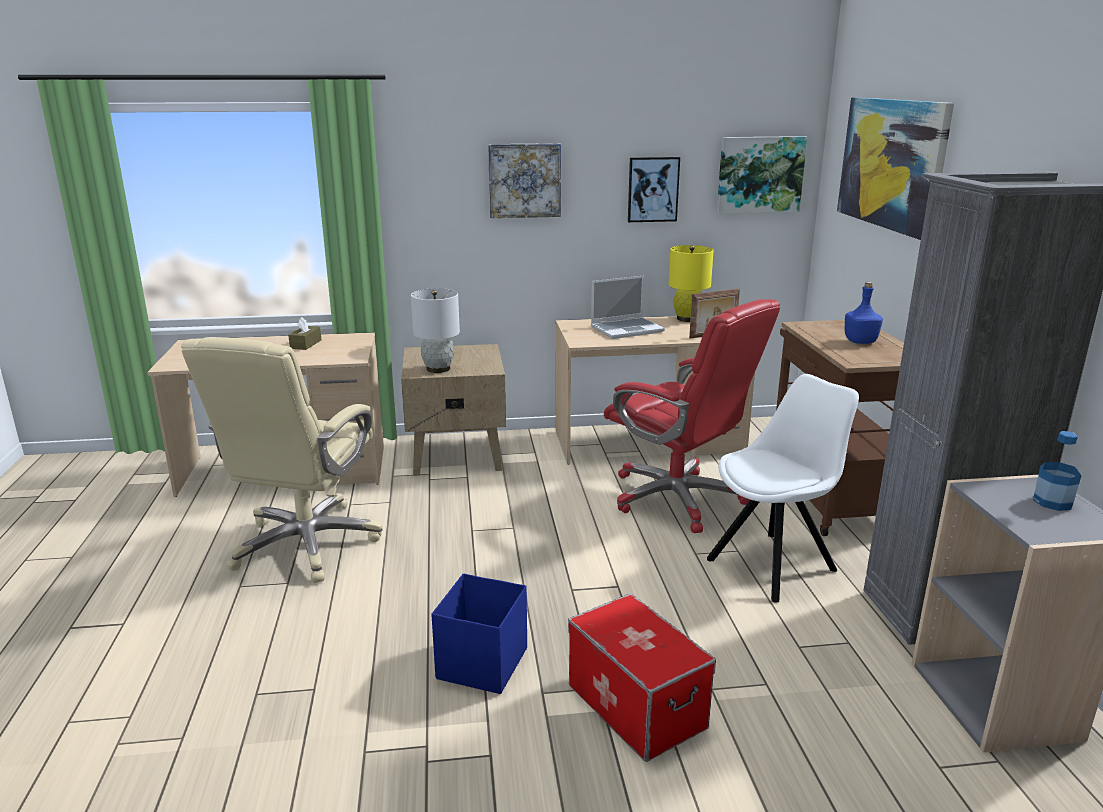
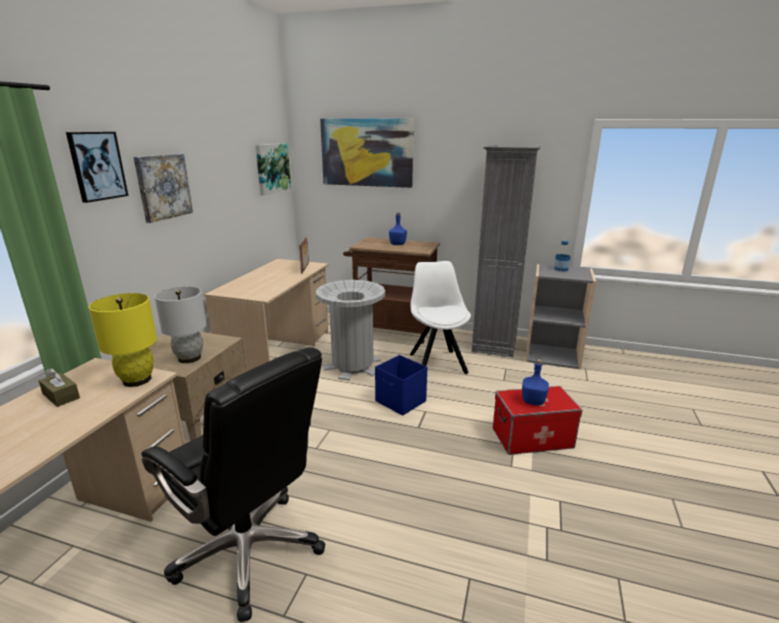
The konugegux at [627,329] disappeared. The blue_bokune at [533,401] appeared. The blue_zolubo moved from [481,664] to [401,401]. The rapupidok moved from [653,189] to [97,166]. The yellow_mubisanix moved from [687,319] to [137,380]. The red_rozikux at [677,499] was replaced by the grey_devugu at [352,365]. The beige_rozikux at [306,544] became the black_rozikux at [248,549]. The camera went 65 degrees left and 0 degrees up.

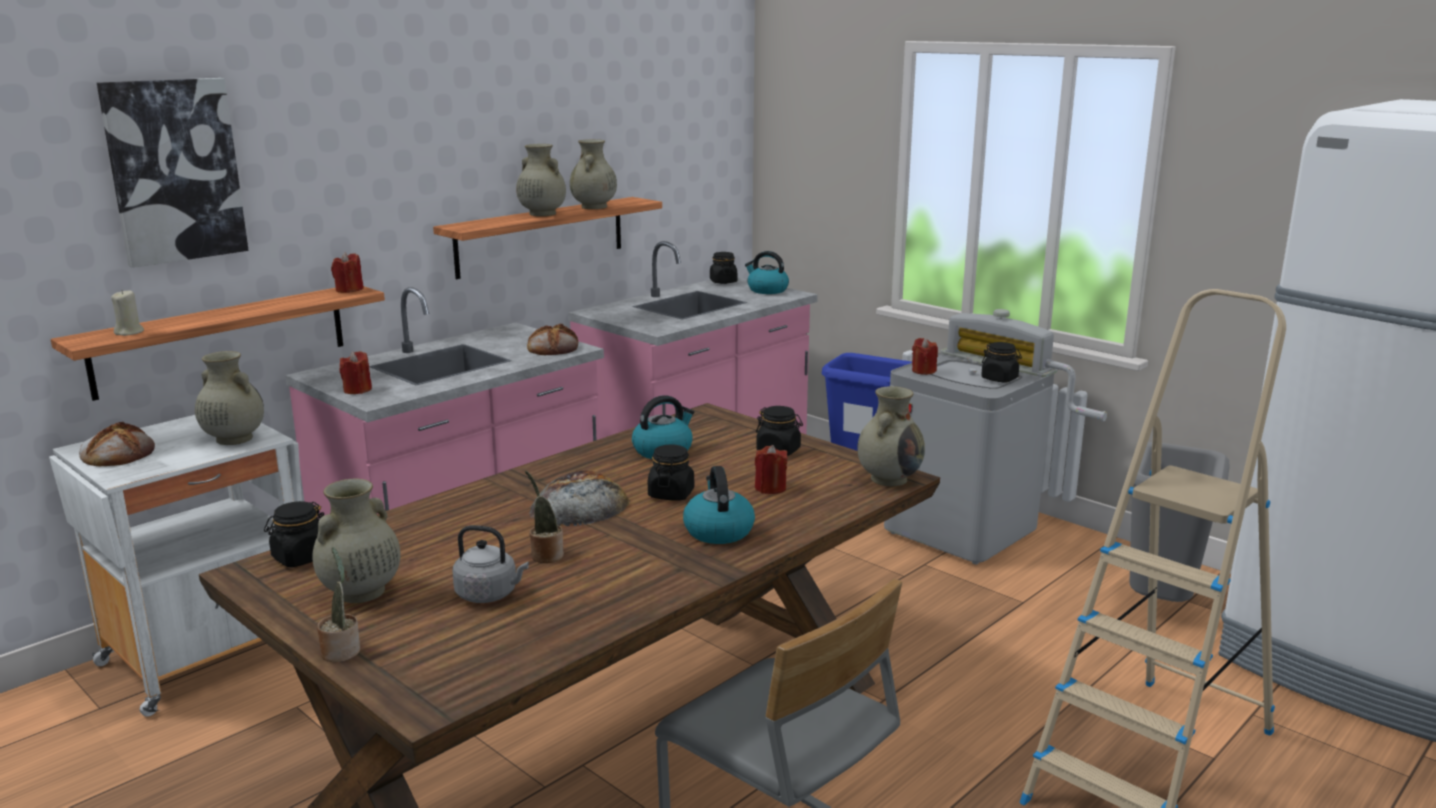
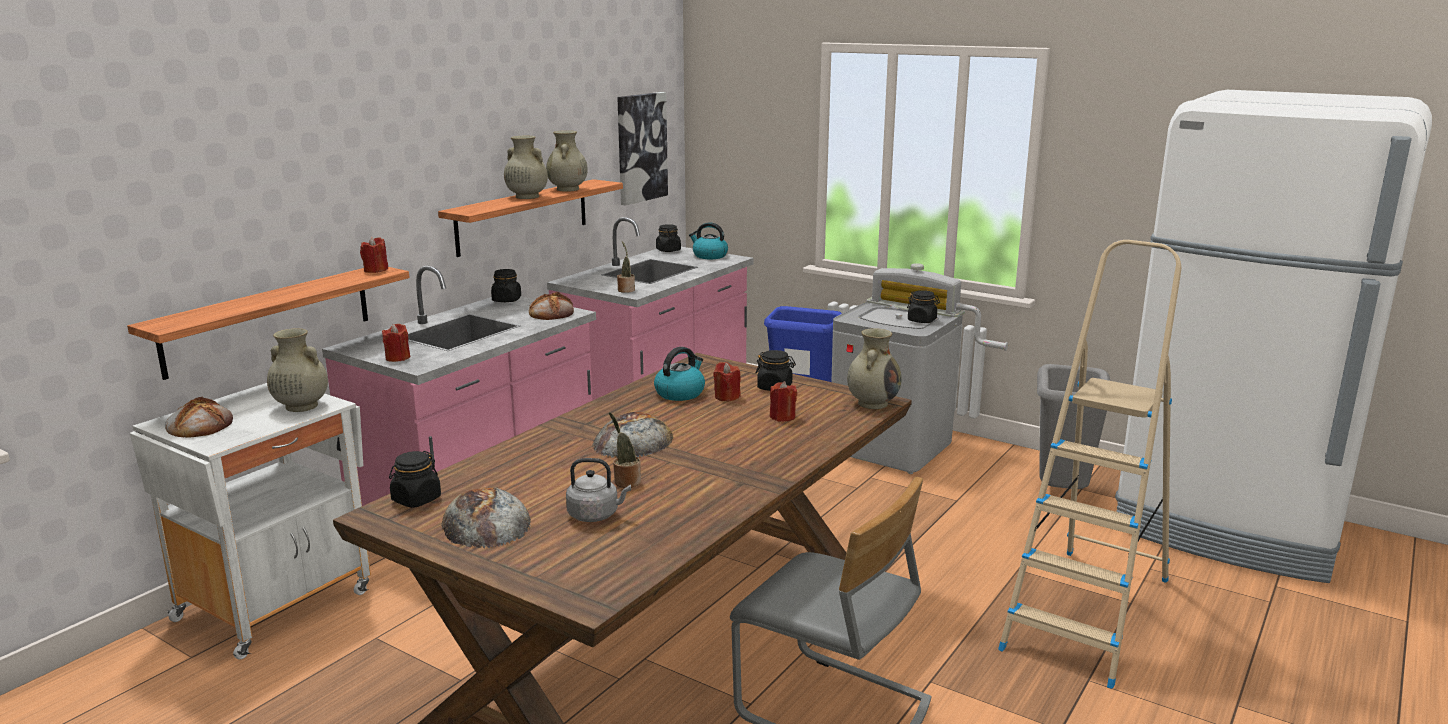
The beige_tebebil at [129,332] disappeared. The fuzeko at [718,531] disappeared. The rapupidok moved from [174,171] to [641,147]. The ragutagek moved from [341,650] to [626,290]. The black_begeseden moved from [671,494] to [506,300]. The red_tebebil moved from [923,371] to [726,397]. The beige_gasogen at [360,593] was replaced by the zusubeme at [485,523]. The camera went 10 degrees left and 0 degrees up.

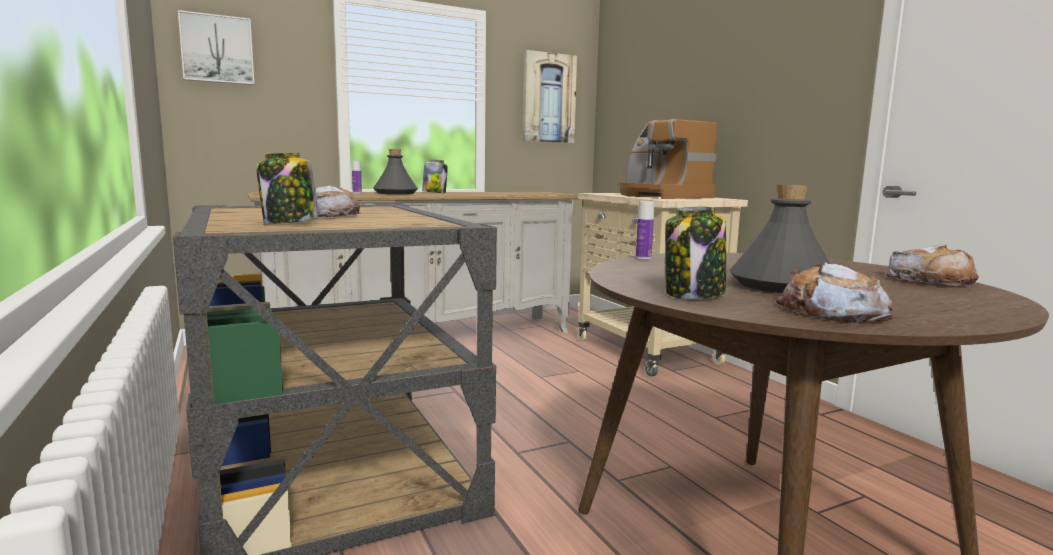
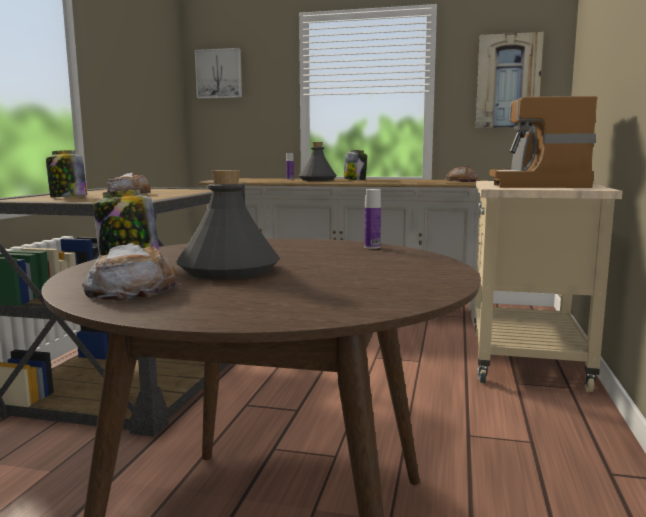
The bokune moved from [643,257] to [372,247]. The zusubeme moved from [929,280] to [462,181]. The camera went 40 degrees right and 0 degrees up.

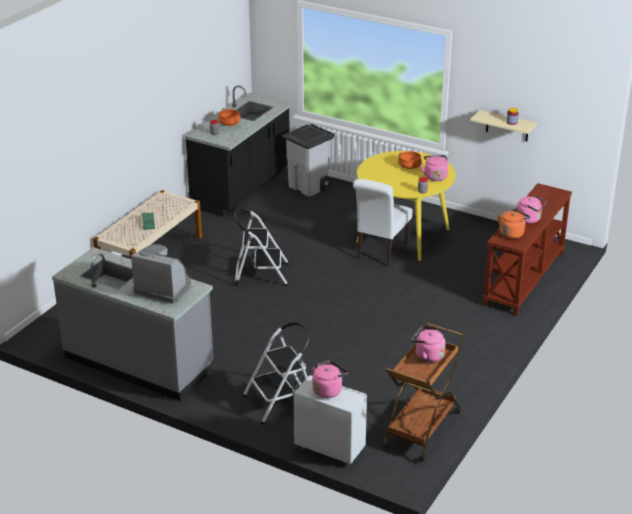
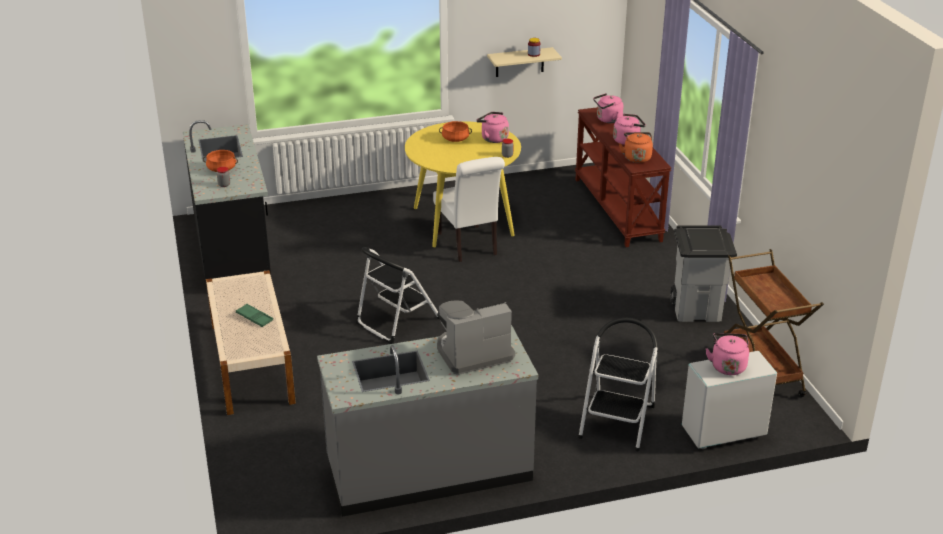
The grey_devugu moved from [309,187] to [697,310]. The pink_fuzeko moved from [427,355] to [607,120]. The camera went 45 degrees left and 0 degrees up.

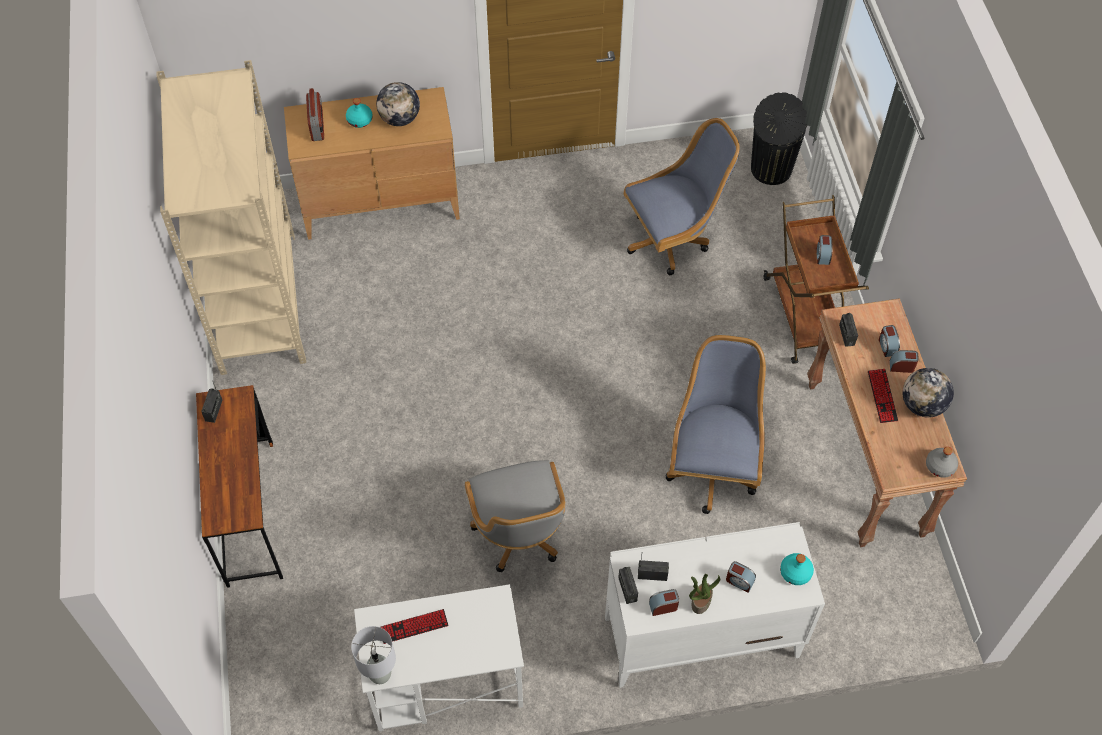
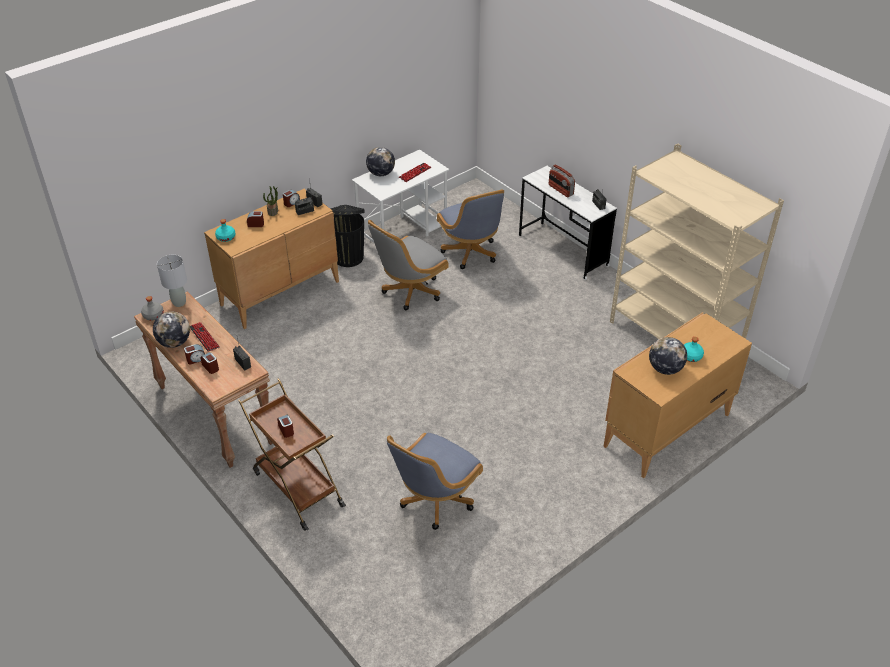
The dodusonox at [381,173] appeared. The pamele moved from [317,125] to [560,190]. The grey_mubisanix moved from [380,675] to [179,303]. The blue_rozikux moved from [712,466] to [472,255]. The black_devugu moved from [770,170] to [348,257]. The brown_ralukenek at [250,513] became the white_ralukenek at [563,250]. The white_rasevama at [700,637] became the brown_rasevama at [280,293]. The grey_rozikux at [521,540] turned 90 degrees counterclockwise. The camera went 150 degrees right and 15 degrees down.

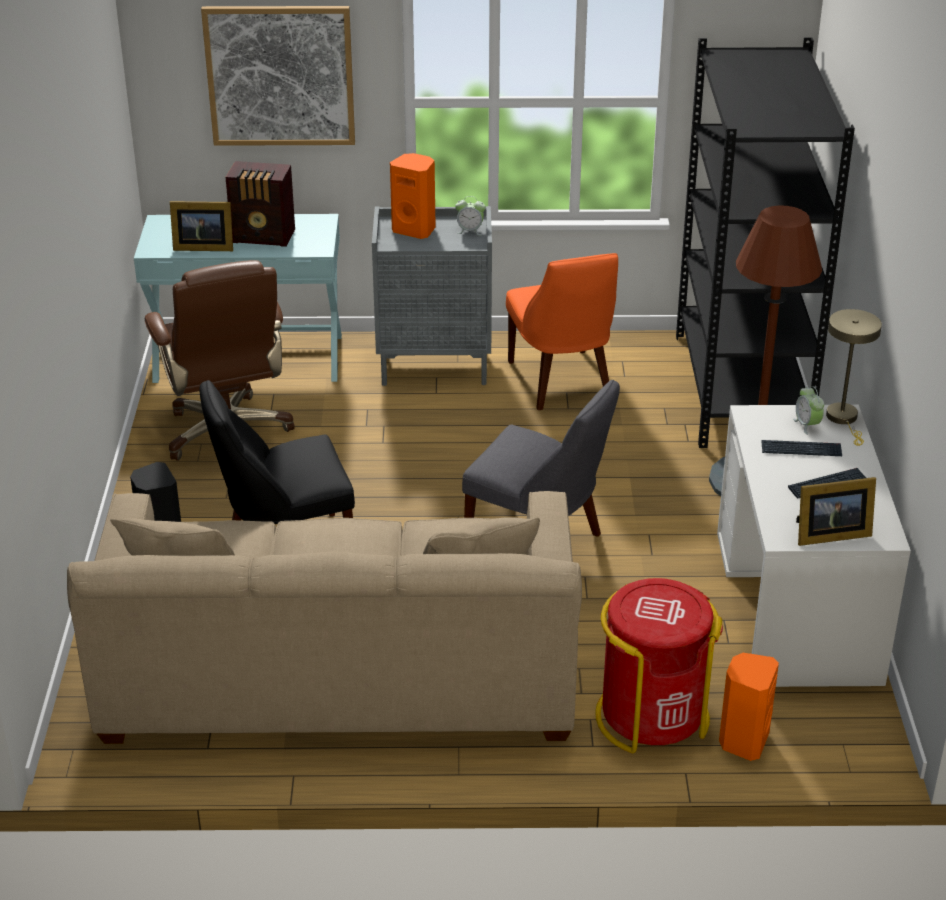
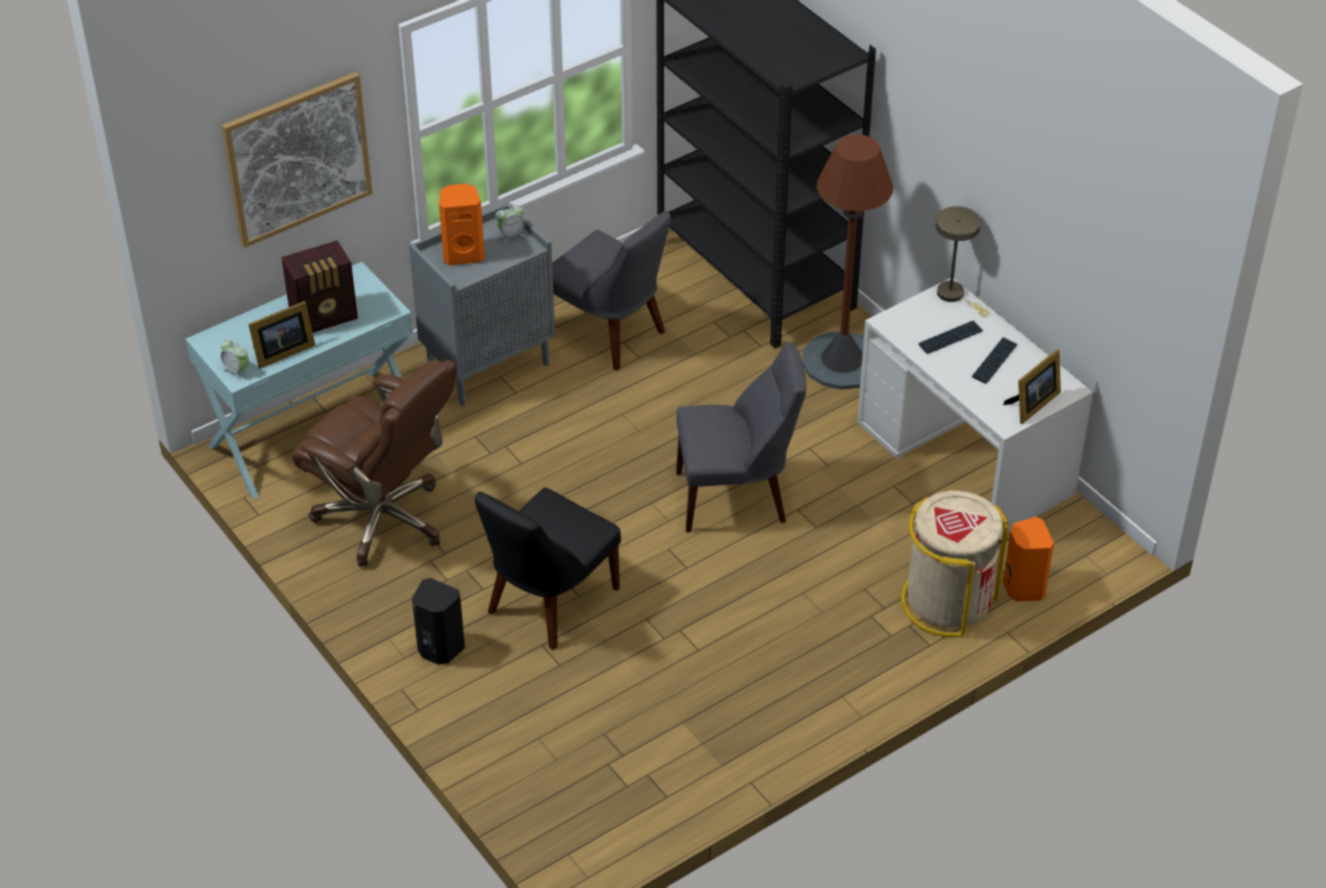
The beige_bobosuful at [339,671] disappeared. The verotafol moved from [807,425] to [236,371]. The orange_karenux at [561,383] became the grey_karenux at [610,334]. The red_devugu at [651,716] became the beige_devugu at [947,601]. The camera went 35 degrees left and 10 degrees up.

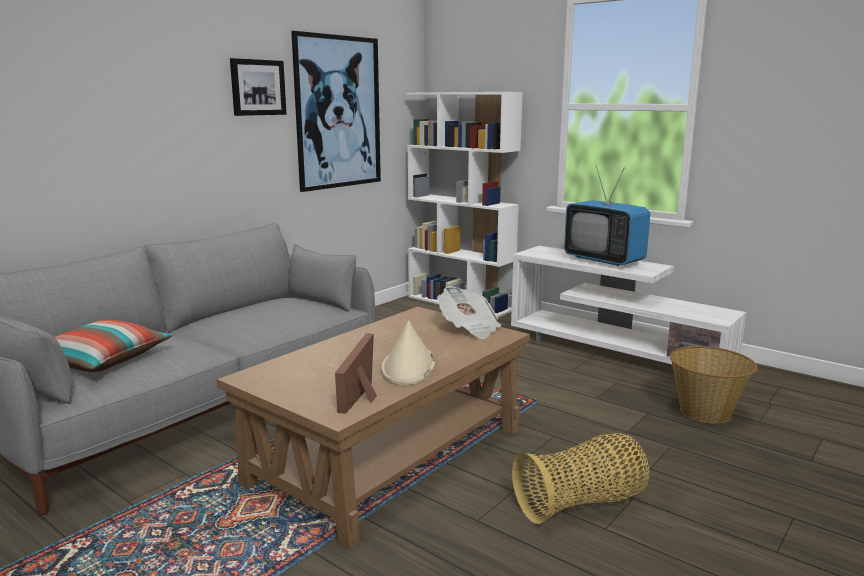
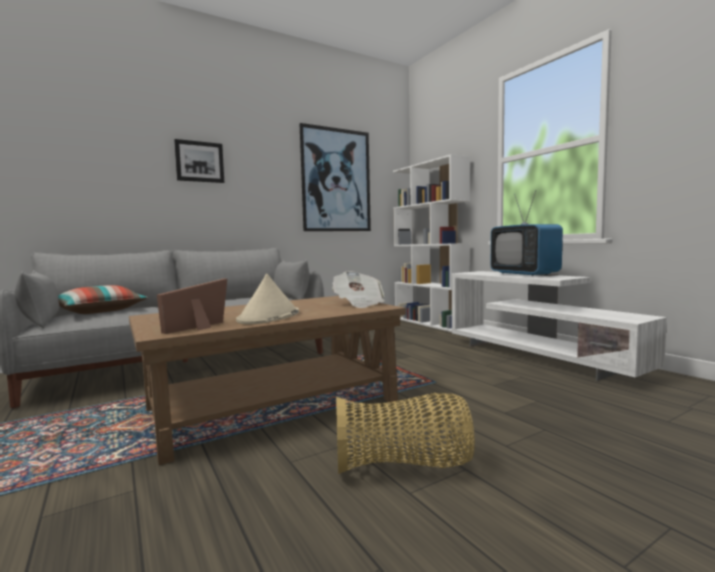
The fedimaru at [706,412] disappeared. The rapupidok moved from [257,87] to [199,162]. The camera went 20 degrees right and 10 degrees down.

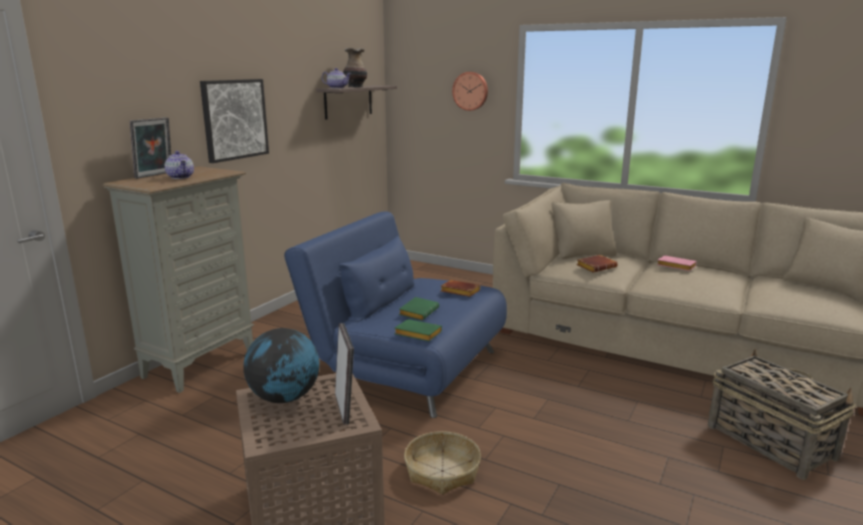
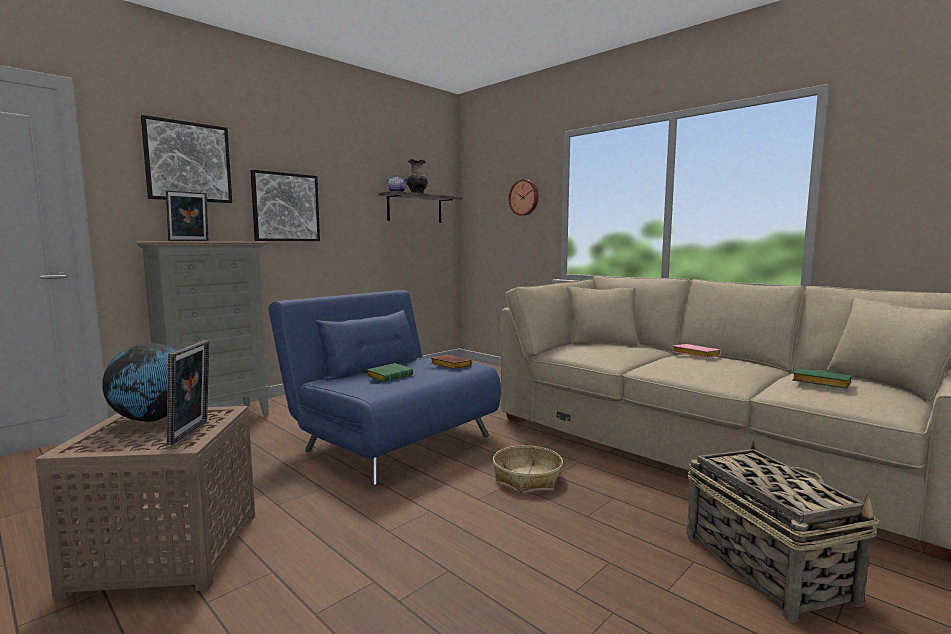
The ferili at [181,177] disappeared. The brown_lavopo at [596,266] disappeared. The rapupidok at [188,162] appeared. The green_lavopo moved from [416,334] to [819,383]. The fedimaru moved from [442,471] to [527,477]. The camera went 15 degrees right and 10 degrees down.

